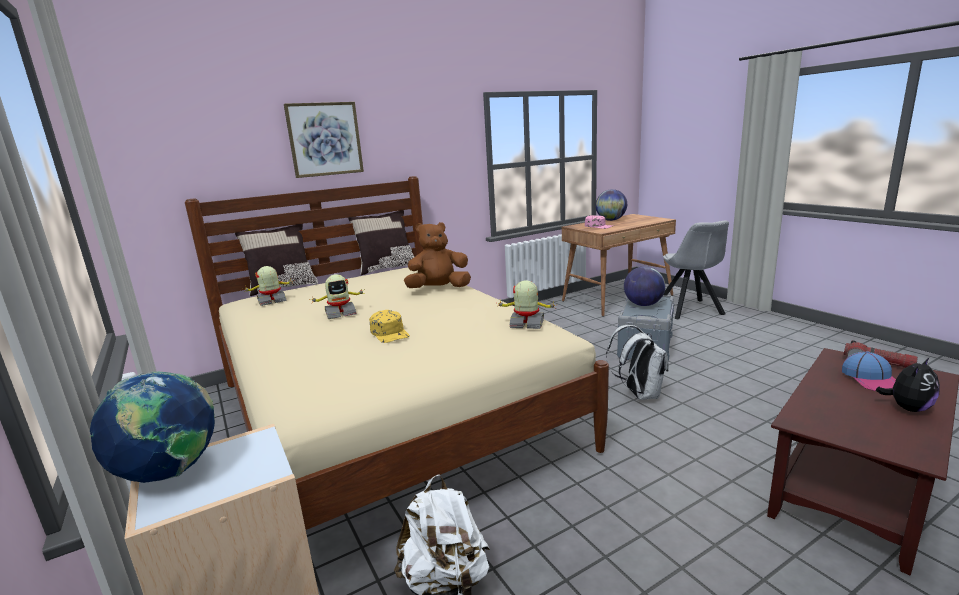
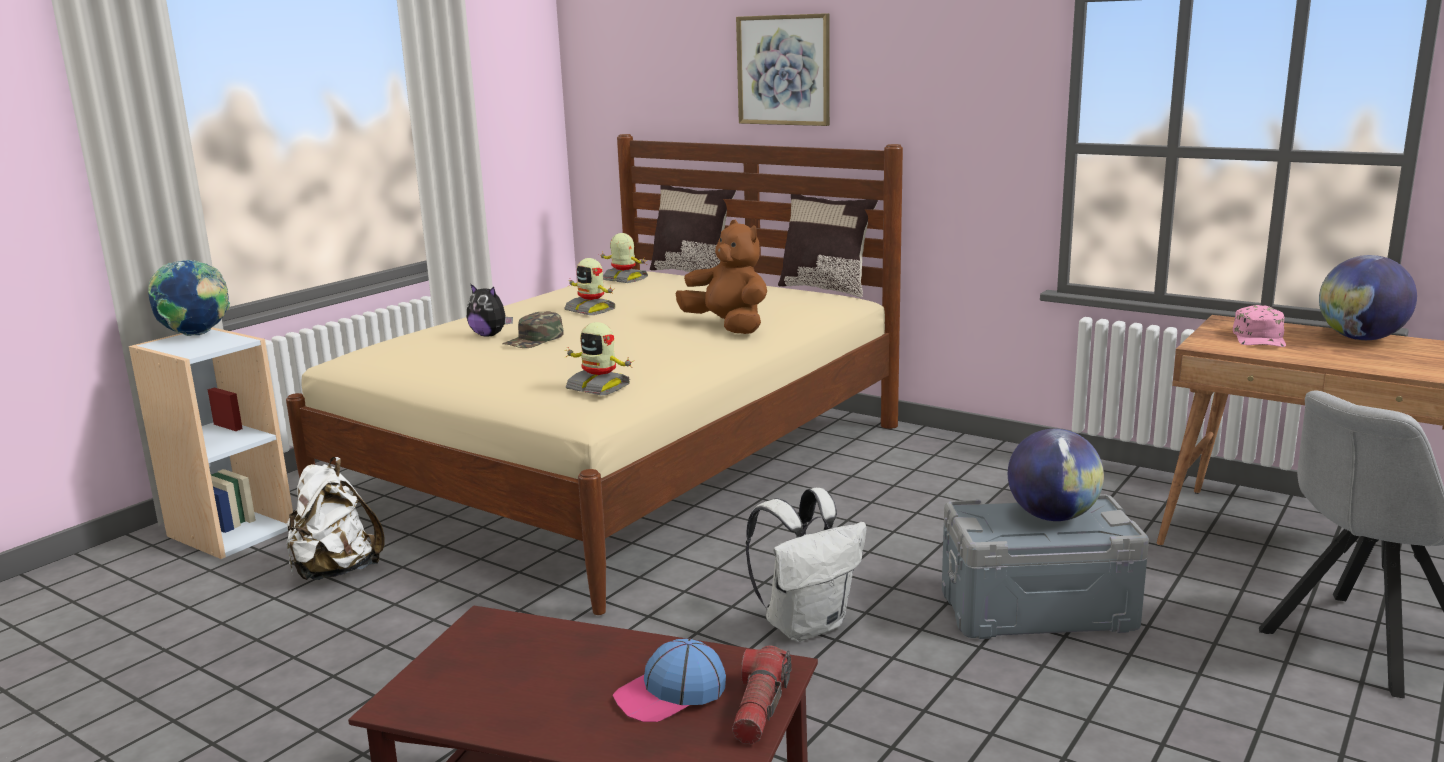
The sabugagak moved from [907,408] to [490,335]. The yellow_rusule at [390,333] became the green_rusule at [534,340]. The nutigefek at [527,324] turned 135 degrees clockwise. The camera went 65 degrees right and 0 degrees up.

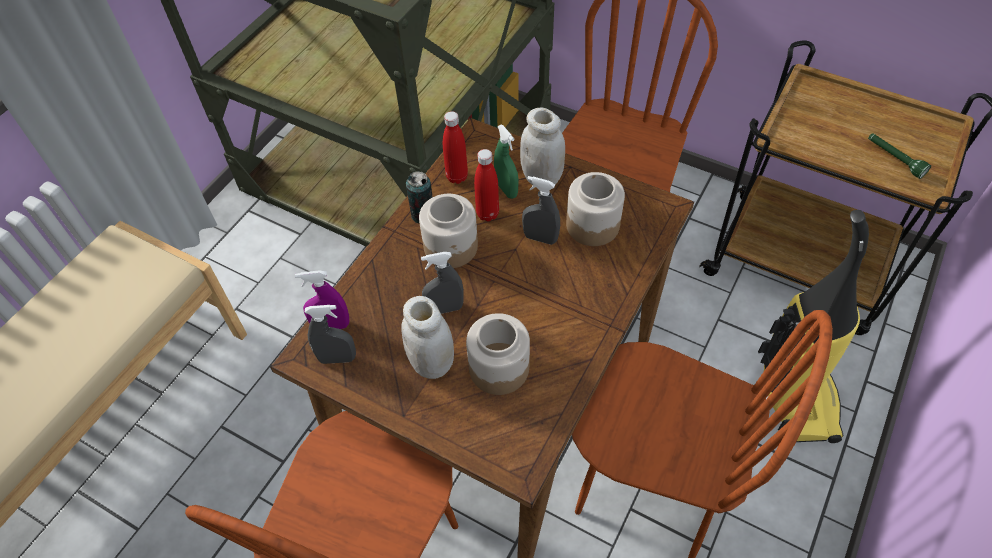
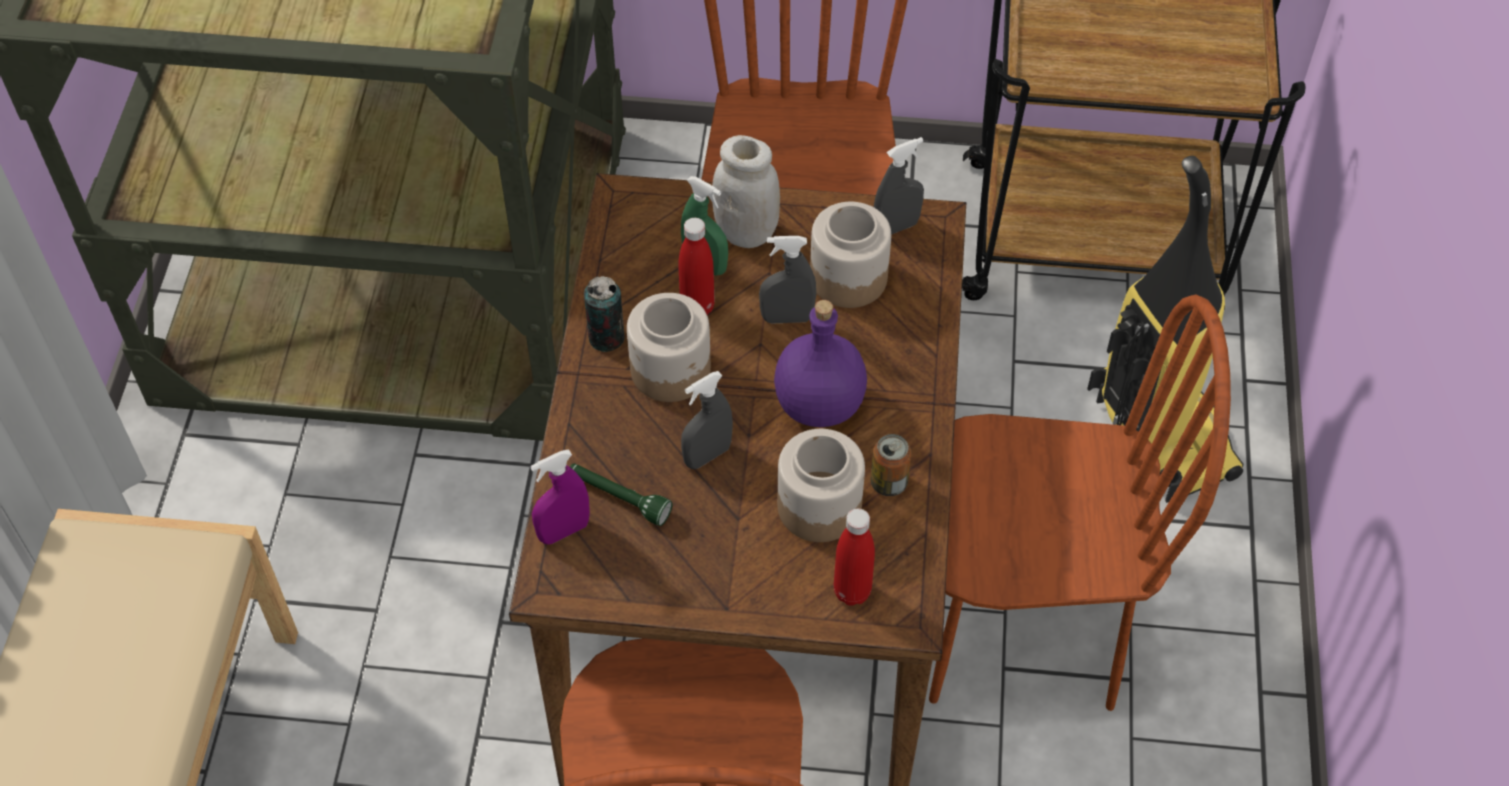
The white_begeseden at [431,363] disappeared. The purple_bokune at [820,403] appeared. The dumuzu at [889,483] appeared. The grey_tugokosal moved from [337,358] to [896,227]. The red_bokune moved from [457,177] to [852,591]. The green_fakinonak moved from [894,159] to [618,498]. The camera went 25 degrees left and 0 degrees up.

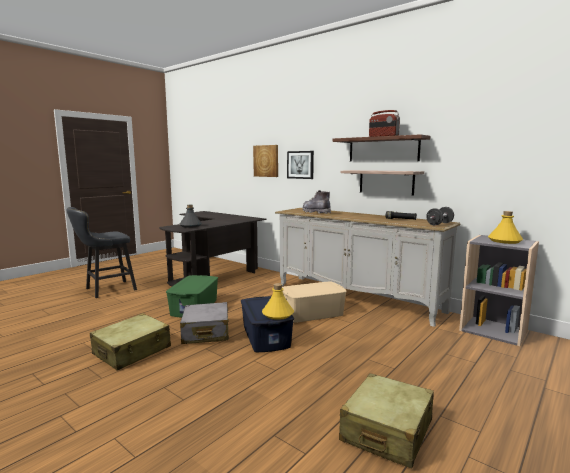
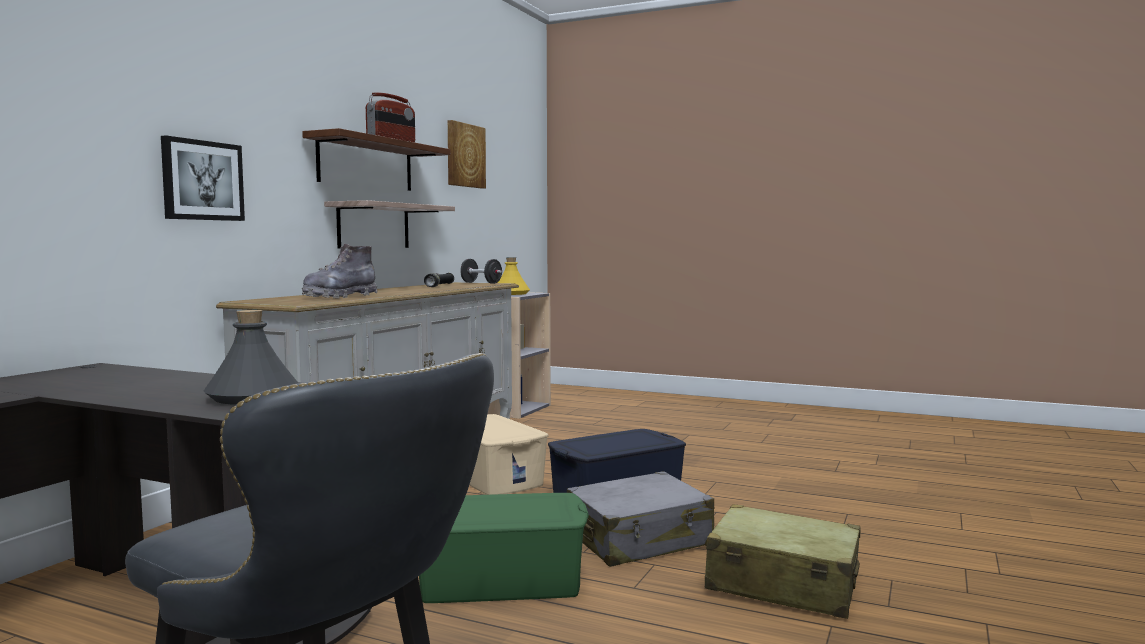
The yellow_bokune at [277,314] disappeared. The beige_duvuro at [386,431] disappeared. The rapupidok moved from [266,161] to [465,155]. The camera went 105 degrees left and 5 degrees down.

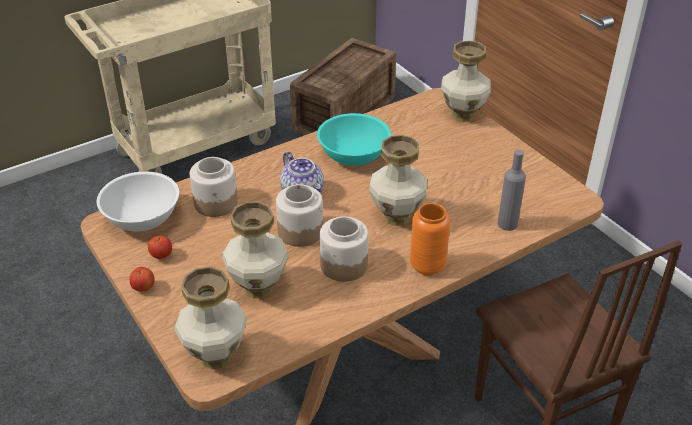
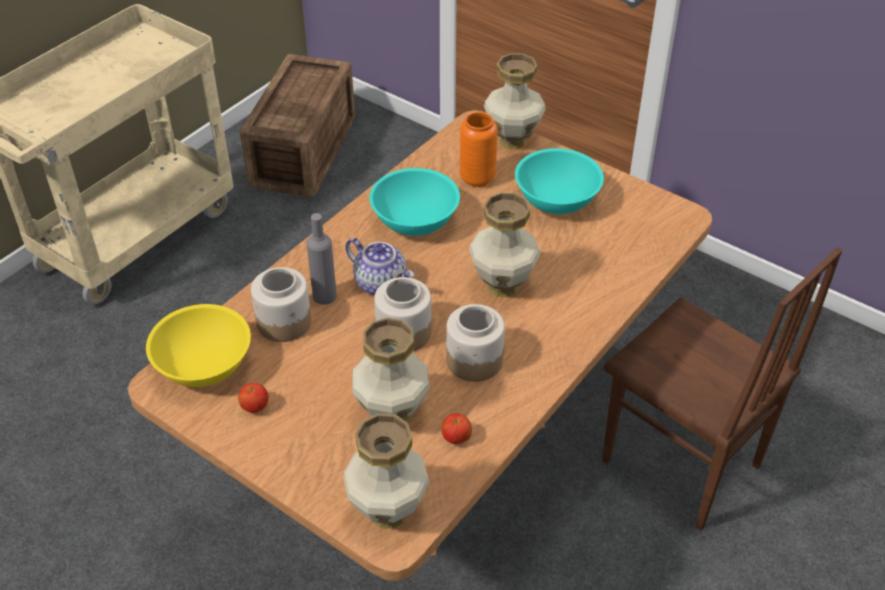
The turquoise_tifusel at [557,200] appeared. The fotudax moved from [143,288] to [456,438]. The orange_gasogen moved from [427,266] to [477,178]. The grey_bokune moved from [507,224] to [324,296]. The white_tifusel at [143,219] became the yellow_tifusel at [205,366]. The camera went 20 degrees left and 5 degrees up.

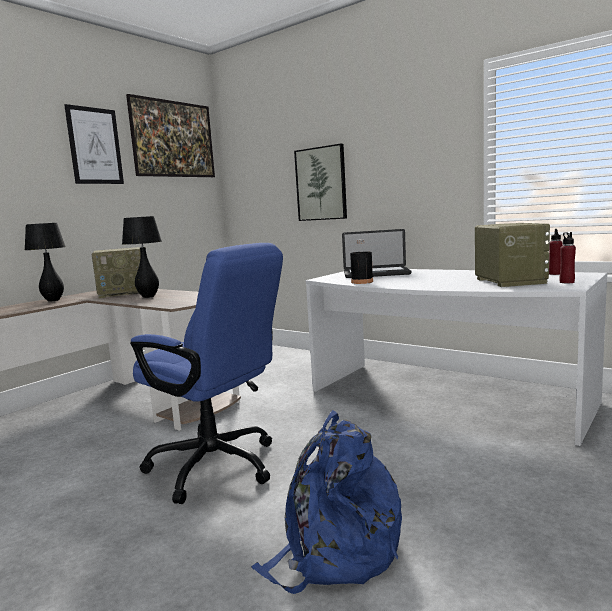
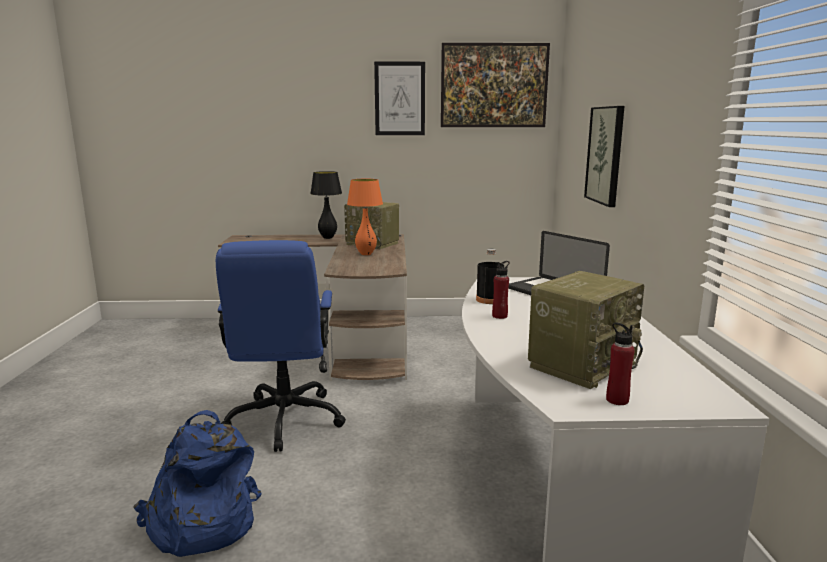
The red_bokune moved from [555,274] to [500,316]. The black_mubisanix at [148,296] became the orange_mubisanix at [366,254]. The camera went 50 degrees right and 5 degrees up.

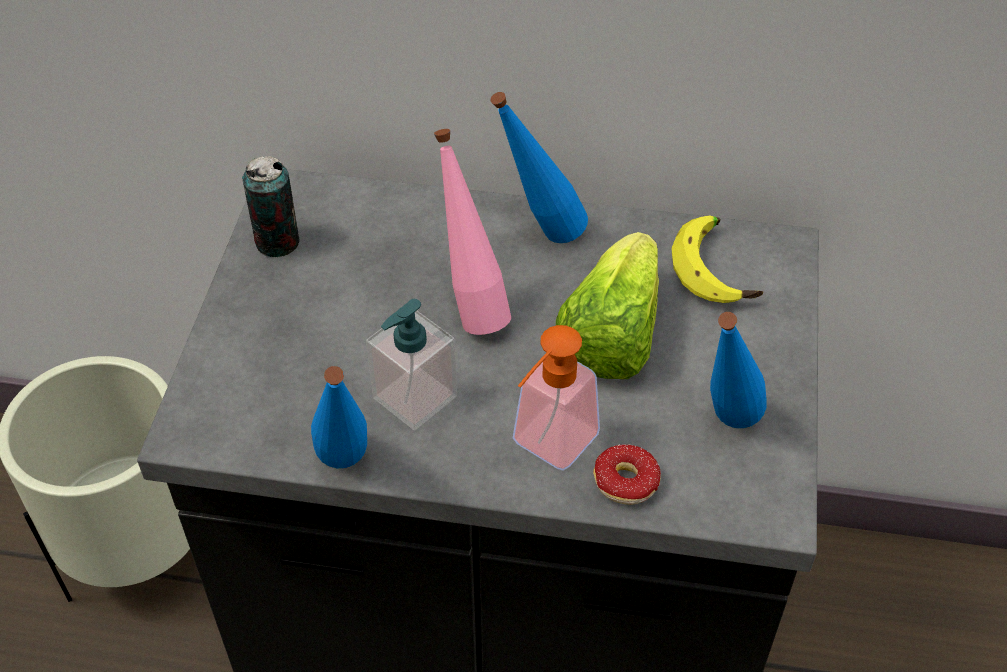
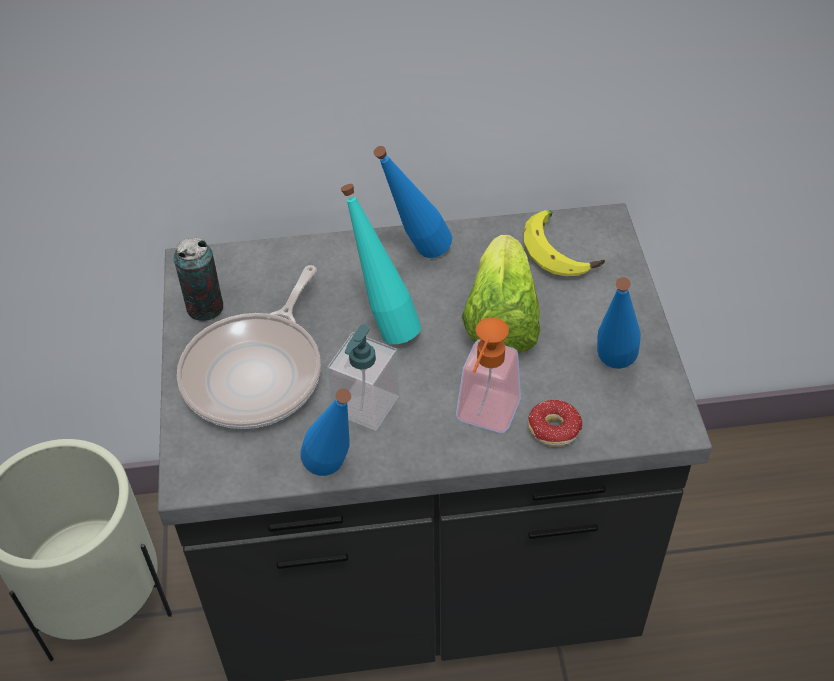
The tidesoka at [257,373] appeared. The pink_bokune at [471,308] became the turquoise_bokune at [384,324]. The camera went 15 degrees left and 0 degrees up.

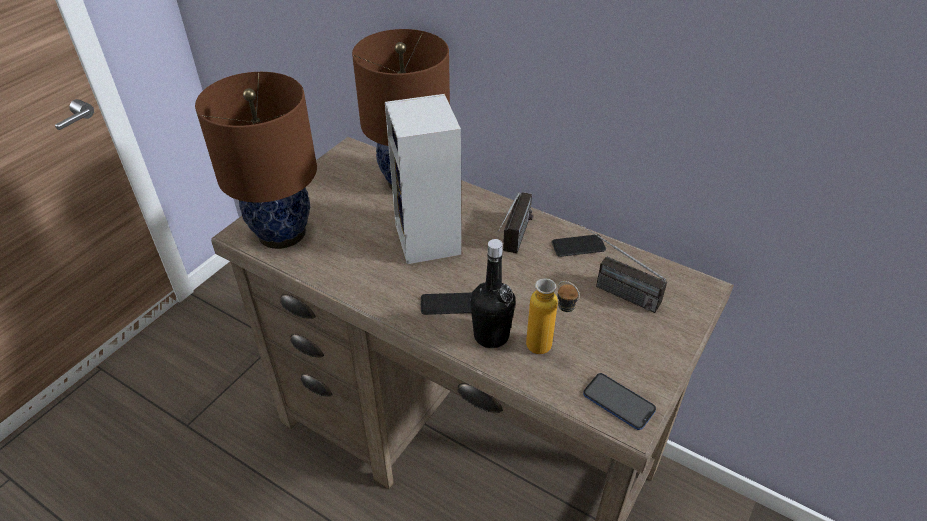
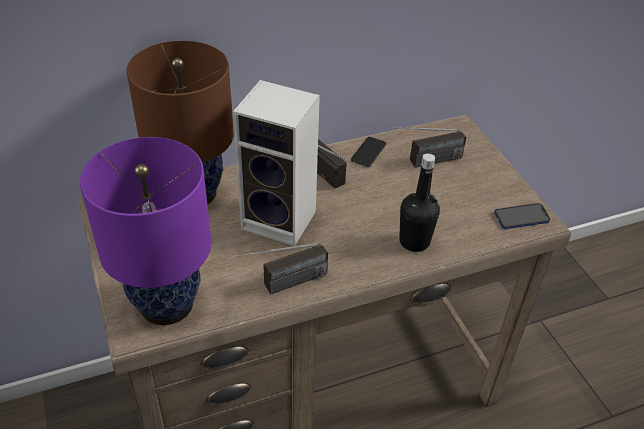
The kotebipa at [448,304] disappeared. The bokune at [548,350] disappeared. The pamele at [281,286] appeared. The brown_mubisanix at [282,233] became the purple_mubisanix at [167,304]. The camera went 55 degrees left and 0 degrees up.

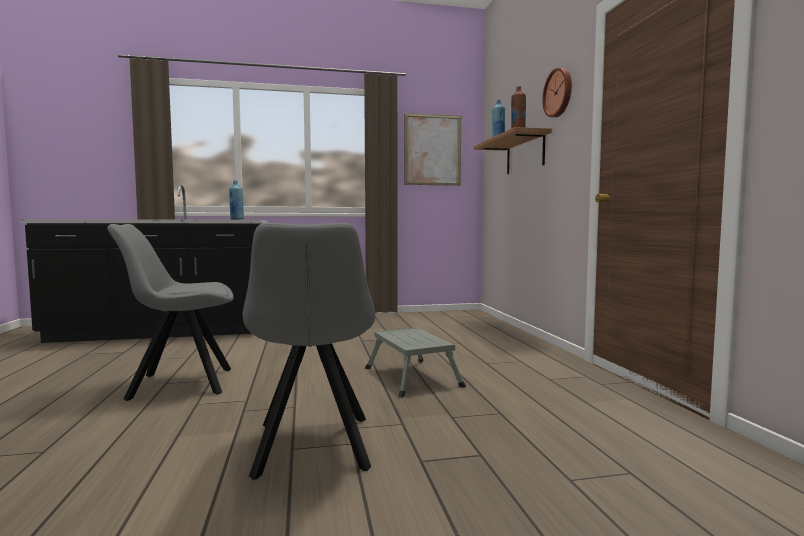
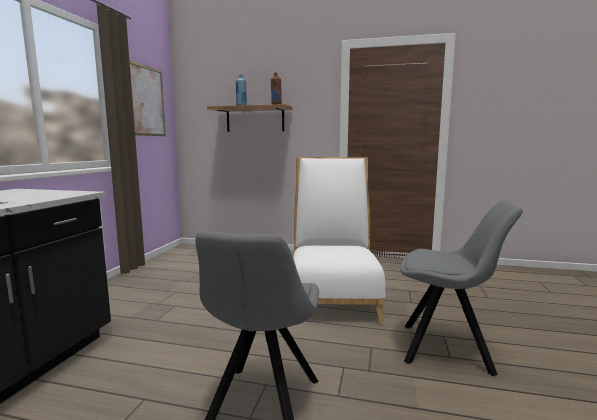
The blue_bokune at [237,219] disappeared. The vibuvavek at [559,93] disappeared. The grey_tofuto at [412,377] was replaced by the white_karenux at [333,297]. The camera went 65 degrees left and 5 degrees up.

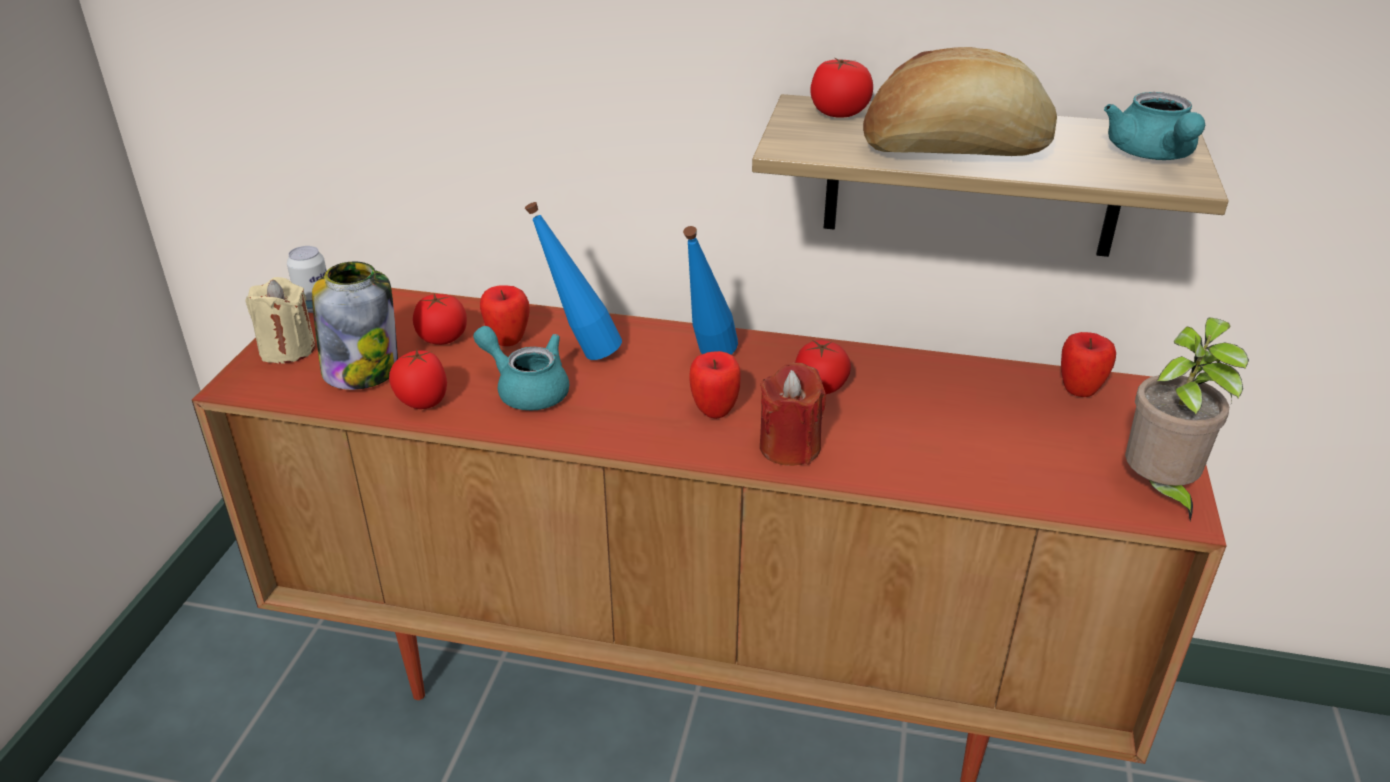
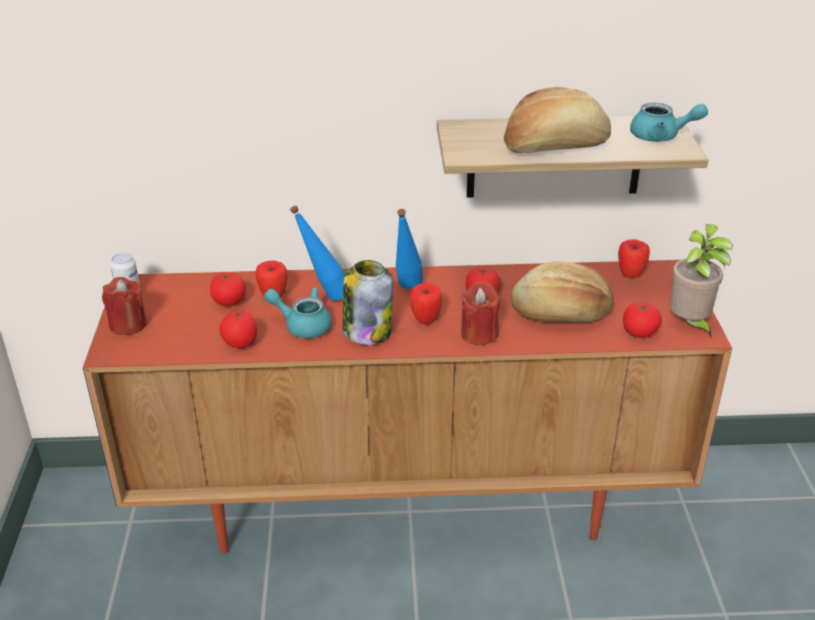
The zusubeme at [561,313] appeared. The begeseden moved from [362,369] to [367,331]. The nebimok moved from [839,113] to [639,332]. The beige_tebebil at [287,349] became the red_tebebil at [128,325]. The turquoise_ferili at [1152,155] turned 60 degrees counterclockwise. The camera went 15 degrees left and 0 degrees up.

